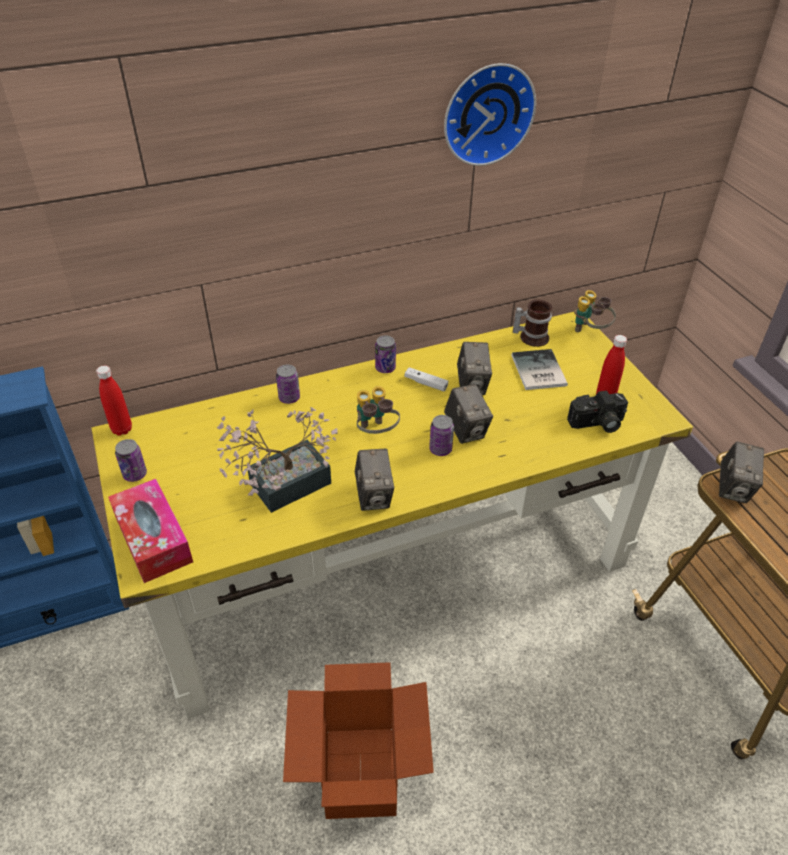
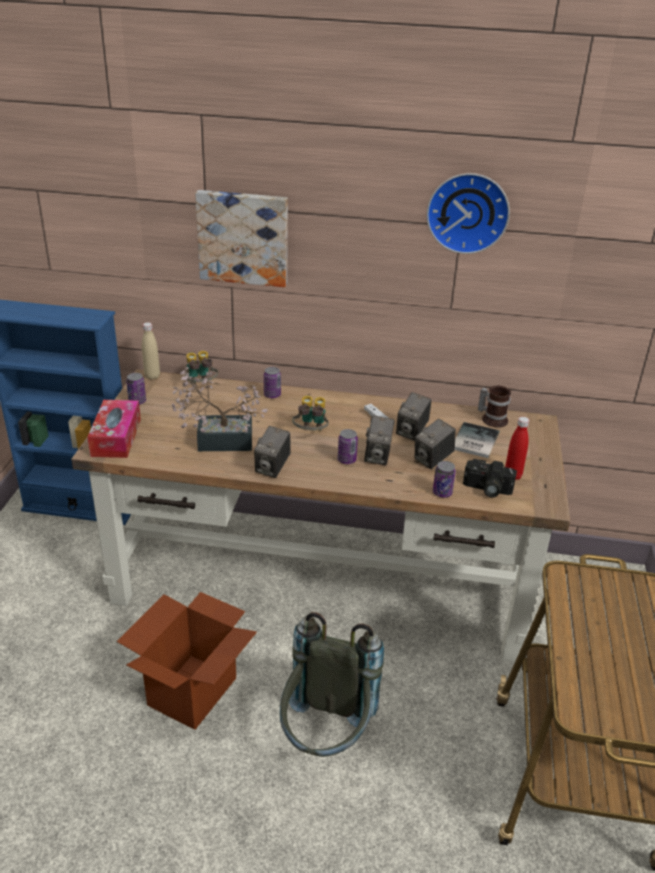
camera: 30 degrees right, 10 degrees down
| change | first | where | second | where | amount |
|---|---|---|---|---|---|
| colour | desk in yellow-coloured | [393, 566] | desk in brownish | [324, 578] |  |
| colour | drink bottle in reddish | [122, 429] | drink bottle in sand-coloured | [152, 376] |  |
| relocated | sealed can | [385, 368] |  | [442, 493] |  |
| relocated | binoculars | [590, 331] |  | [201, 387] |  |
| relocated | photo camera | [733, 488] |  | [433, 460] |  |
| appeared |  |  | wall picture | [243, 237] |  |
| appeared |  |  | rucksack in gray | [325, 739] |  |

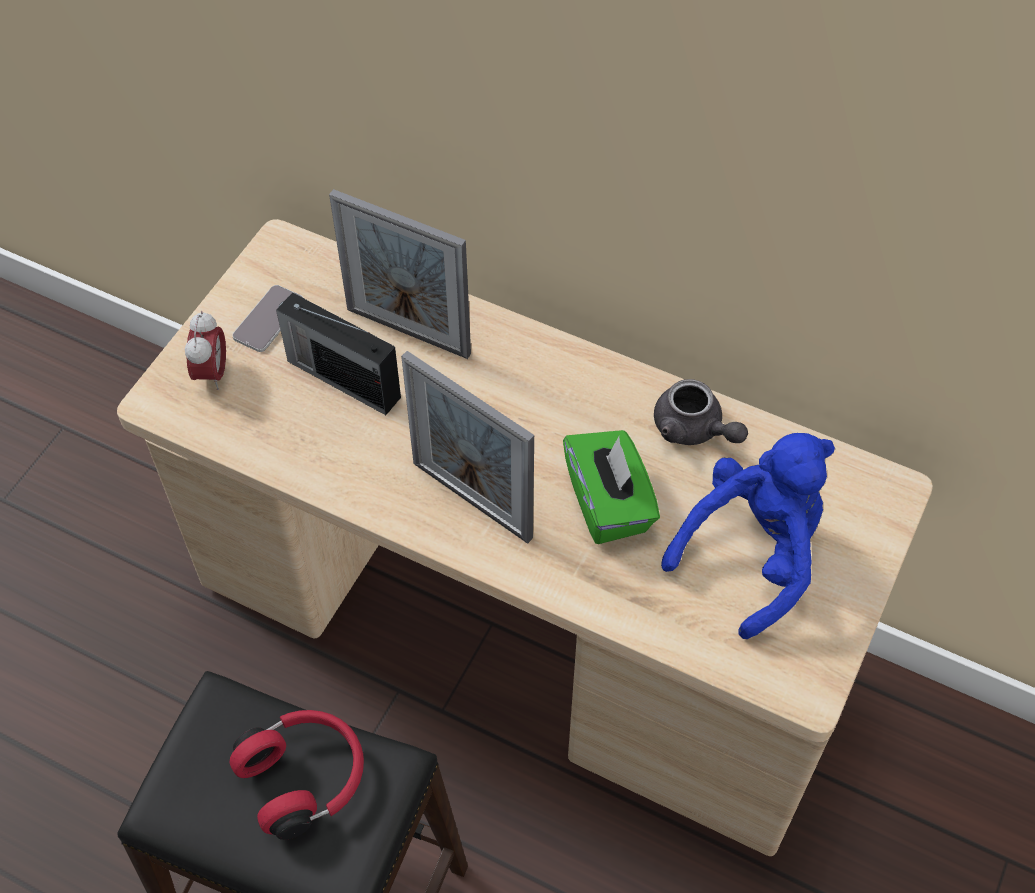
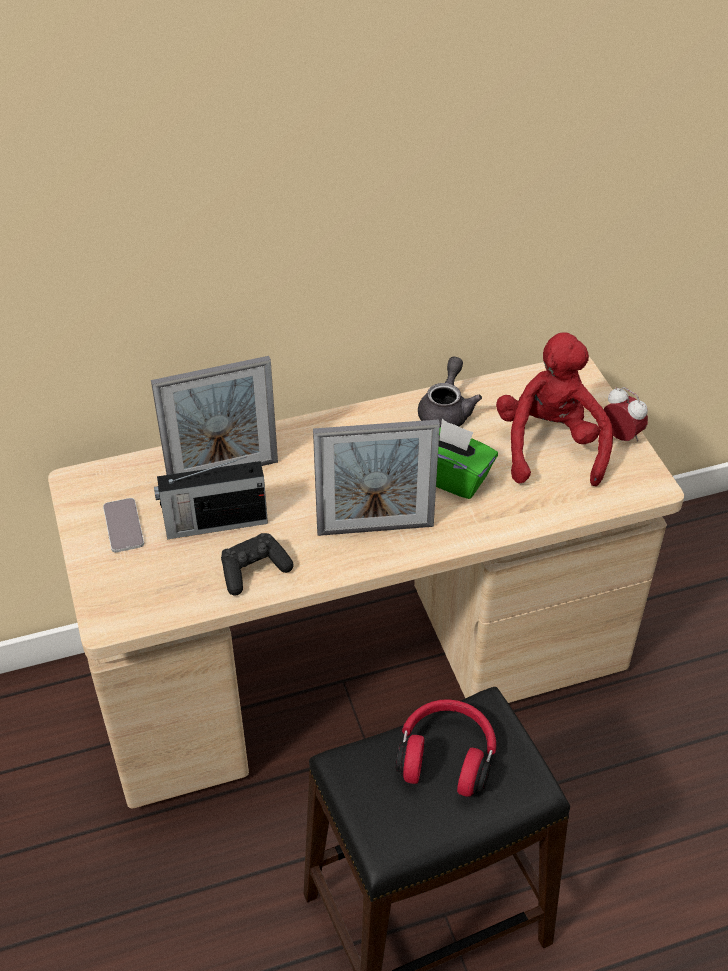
camera: 45 degrees left, 10 degrees down
| change | first | where | second | where | amount |
|---|---|---|---|---|---|
| relocated | table clock | [212, 373] |  | [621, 436] |  |
| spun | pot for tea in gray | [694, 430] |  | [446, 411] | 75 degrees counterclockwise |
| colour | cuddly toy in bluish | [753, 554] | cuddly toy in reddish | [549, 446] |  |
| appeared |  |  | gamepad in blackish | [254, 571] |  |

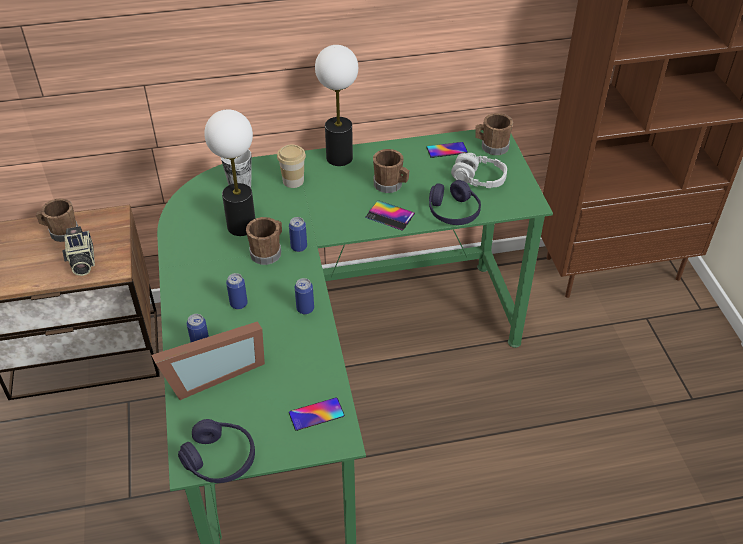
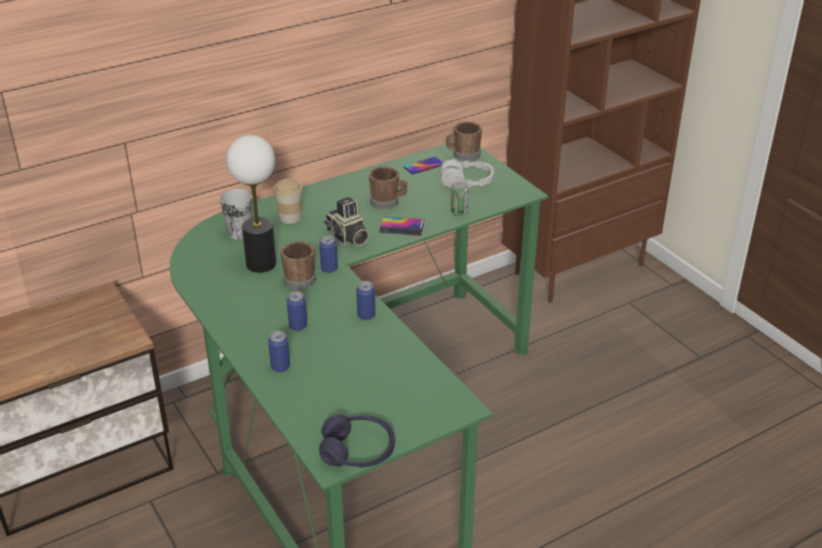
camera: 20 degrees left, 10 degrees down
| change | first | where | second | where | amount |
|---|---|---|---|---|---|
| missing | mug in brownish | [61, 232] |  |  |  |
| relocated | photo camera | [81, 262] |  | [347, 237] |  |
| missing | photo frame | [212, 373] |  |  |  |
| missing | phone | [316, 414] |  |  |  |
| missing | table lamp | [339, 157] |  |  |  |
| exchanged | headphones in purplish | [453, 212] | sealed can | [459, 212] |  |

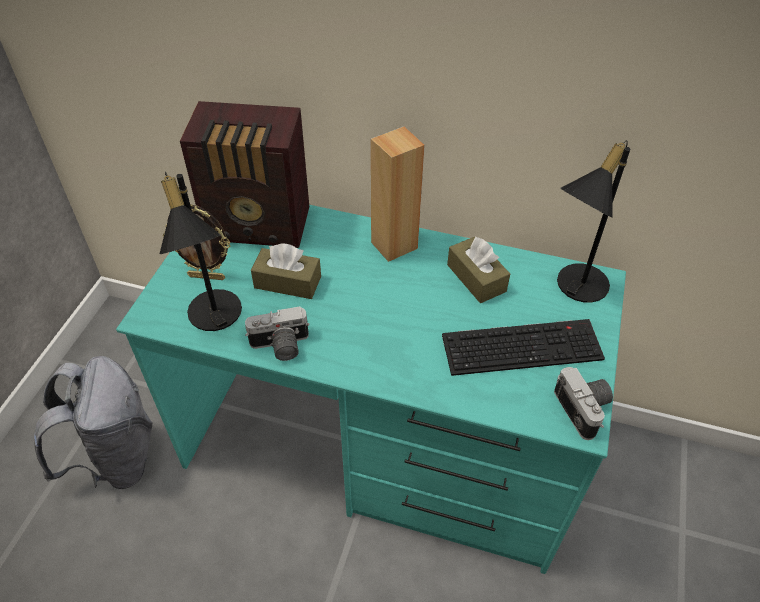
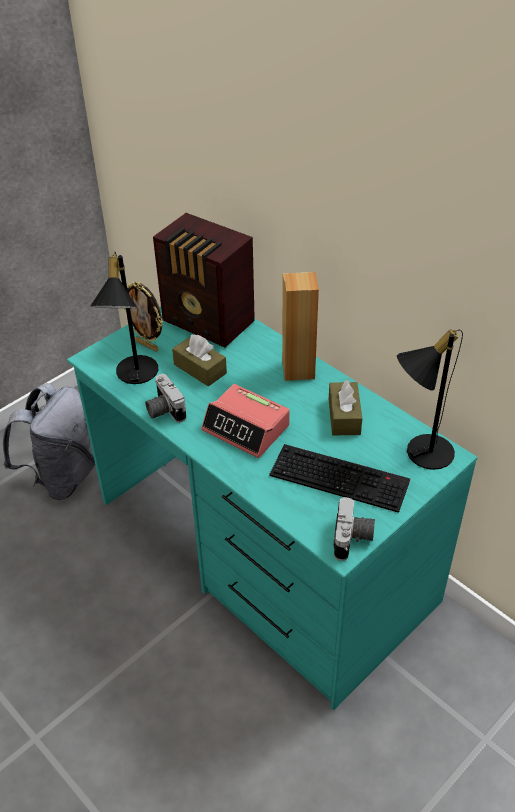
camera: 30 degrees right, 5 degrees down
| change | first | where | second | where | amount |
|---|---|---|---|---|---|
| spun | photo camera | [280, 347] |  | [163, 410] | 45 degrees clockwise |
| appeared |  |  | table clock | [246, 428] |  |

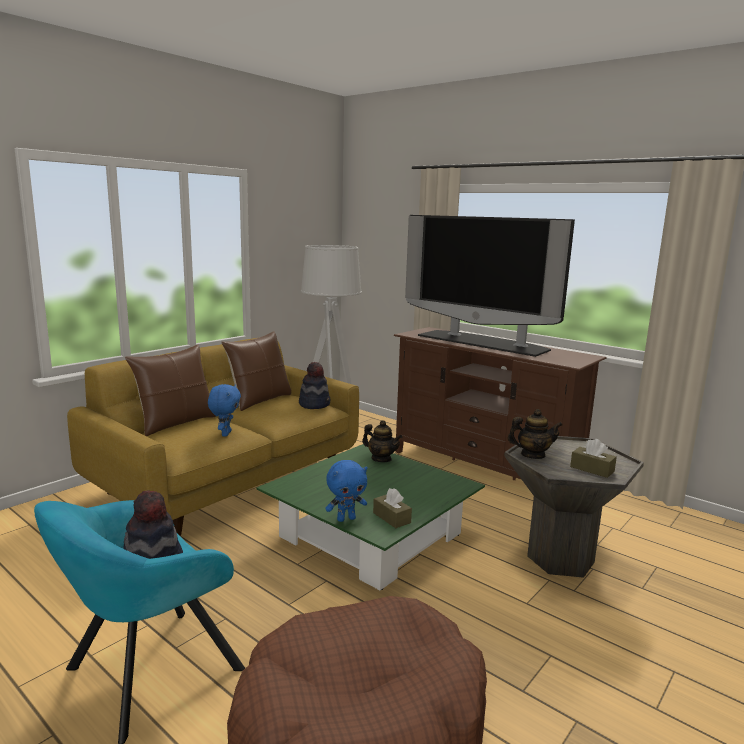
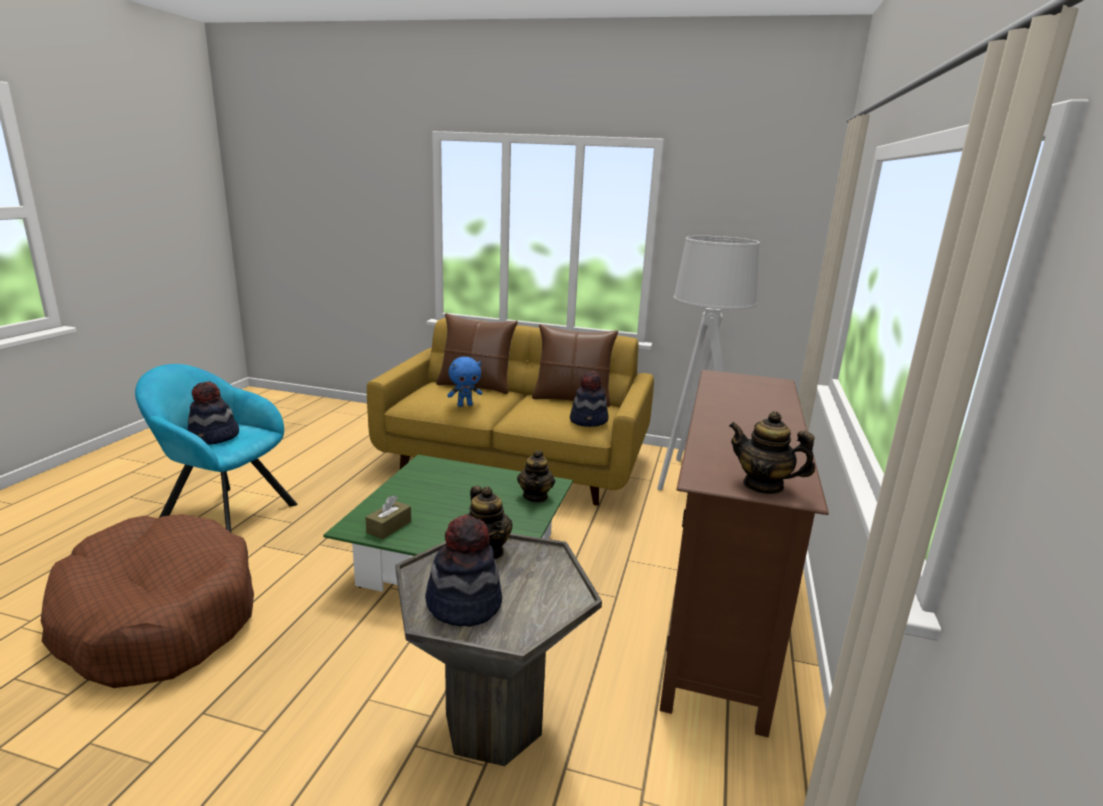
camera: 65 degrees right, 5 degrees up
| change | first | where | second | where | amount |
|---|---|---|---|---|---|
| missing | cuddly toy in bluish | [346, 519] |  |  |  |
| missing | TV set | [483, 342] |  |  |  |
| exchanged | tissue box in brownish | [592, 469] | clothing hat | [464, 604] |  |
| appeared |  |  | pot for tea | [763, 485] |  |

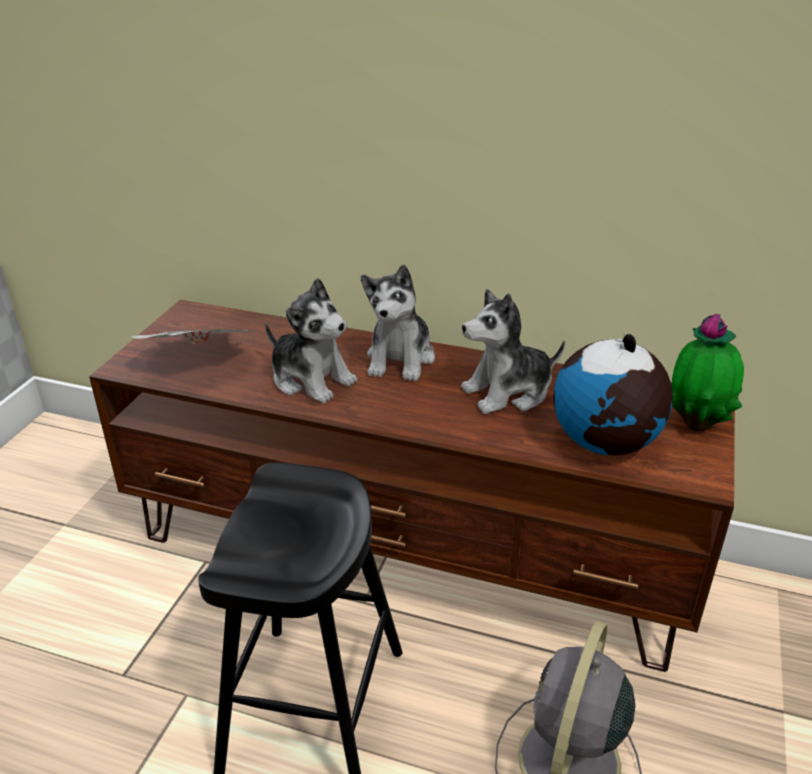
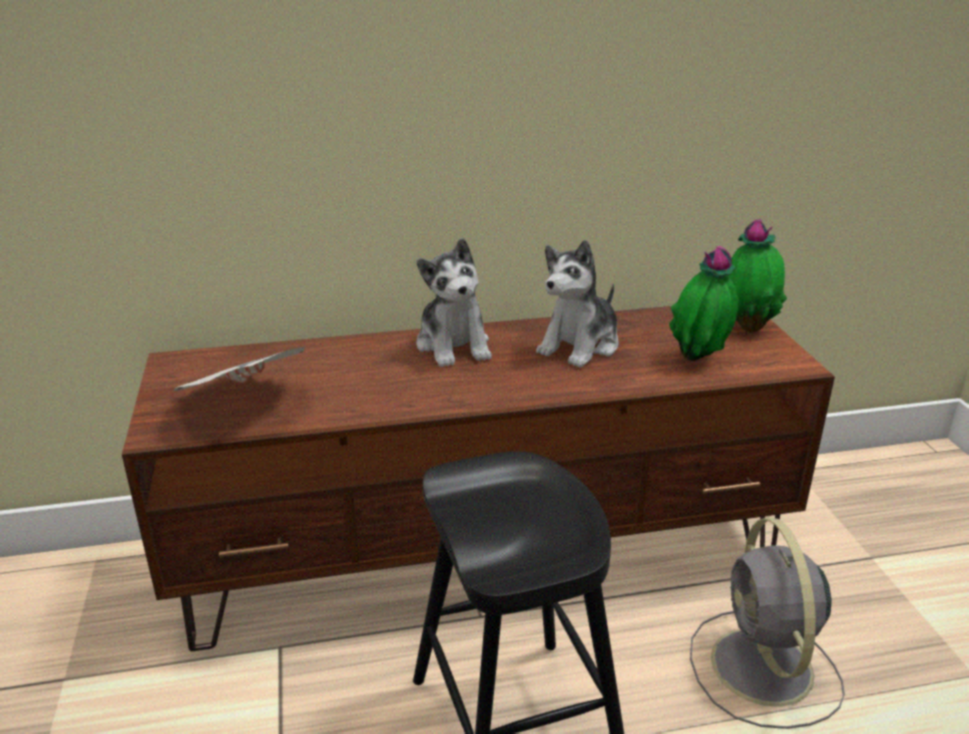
camera: 30 degrees left, 5 degrees down
| change | first | where | second | where | amount |
|---|---|---|---|---|---|
| missing | cuddly toy | [311, 379] |  |  |  |
| exchanged | globe | [605, 443] | potted plant | [699, 361] |  |

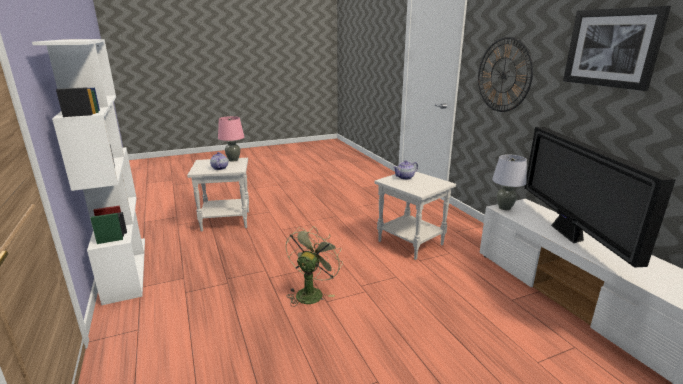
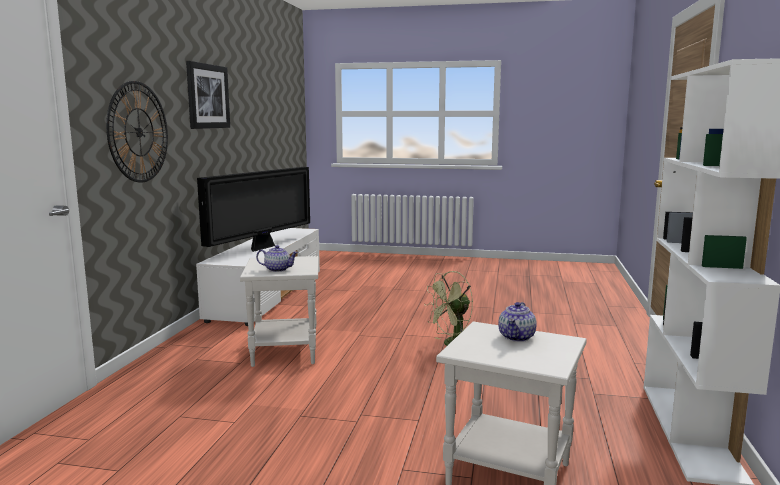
camera: 145 degrees left, 10 degrees down
| change | first | where | second | where | amount |
|---|---|---|---|---|---|
| missing | table lamp in pinkish | [233, 160] |  |  |  |
| missing | table lamp in gray | [504, 208] |  |  |  |

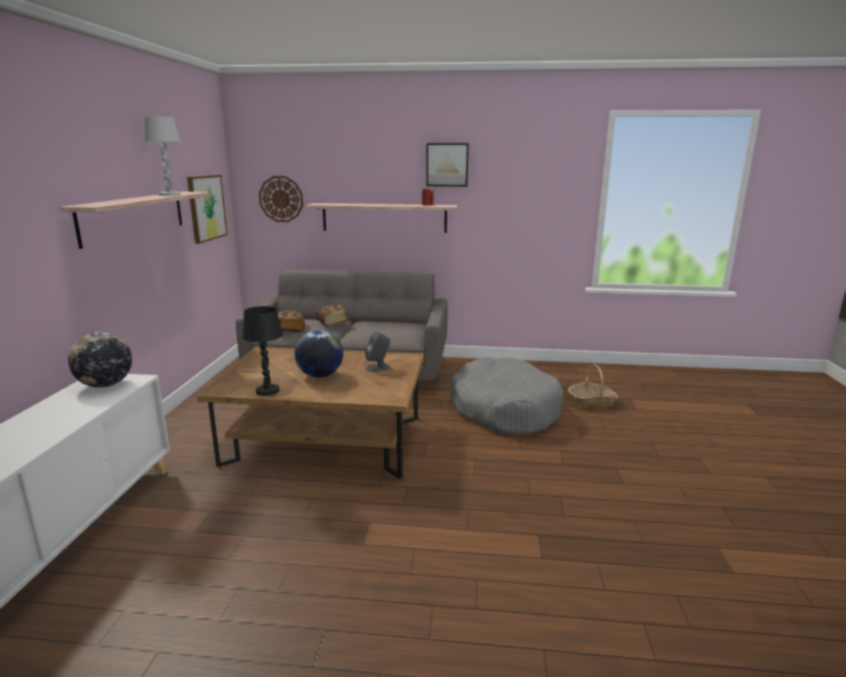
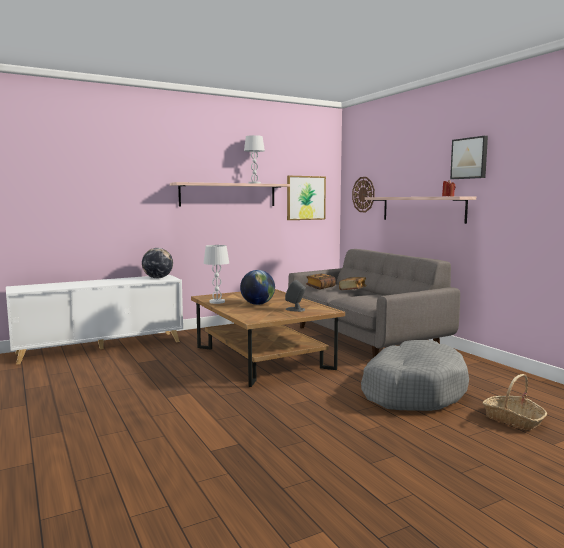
camera: 55 degrees right, 10 degrees down
| change | first | where | second | where | amount |
|---|---|---|---|---|---|
| colour | table lamp in blackish | [267, 391] | table lamp in white-coloured | [217, 302] |  |

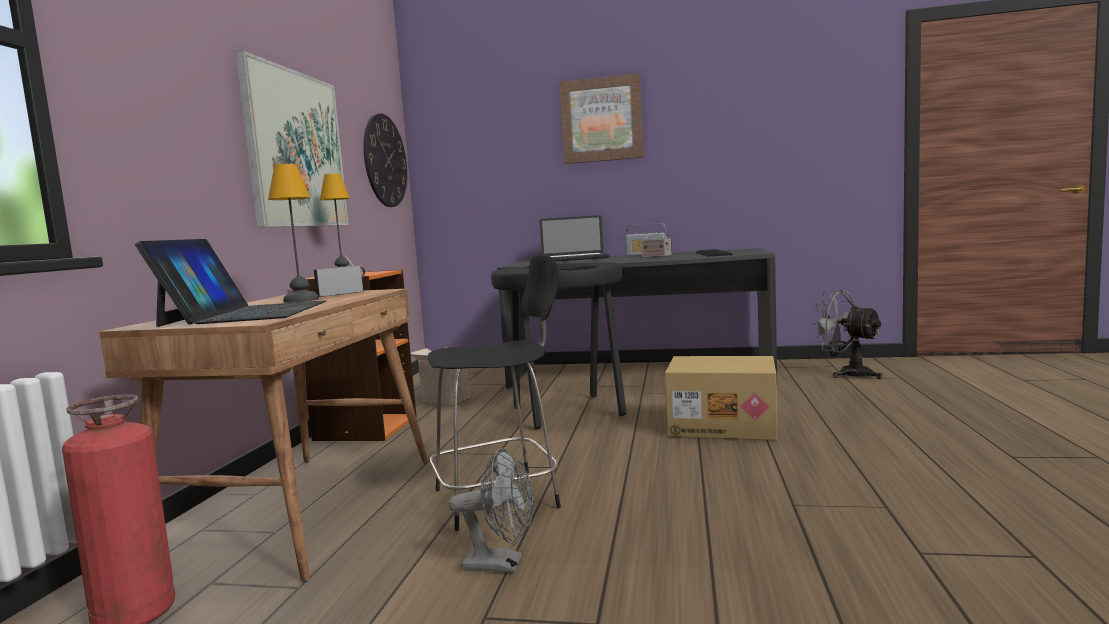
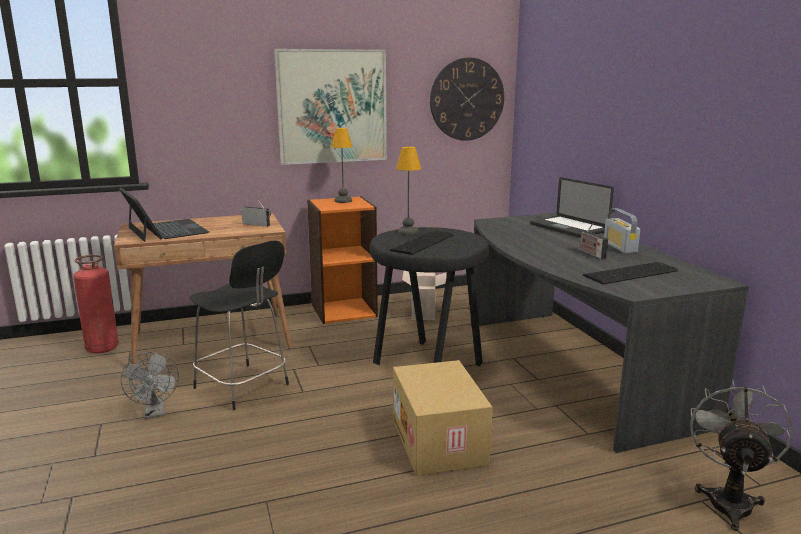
camera: 60 degrees right, 10 degrees up
| change | first | where | second | where | amount |
|---|---|---|---|---|---|
| spun | portable computer | [246, 313] |  | [166, 230] | 90 degrees counterclockwise |
| relocated | table lamp | [302, 300] |  | [408, 232] |  |
| missing | wall picture | [601, 120] |  |  |  |

